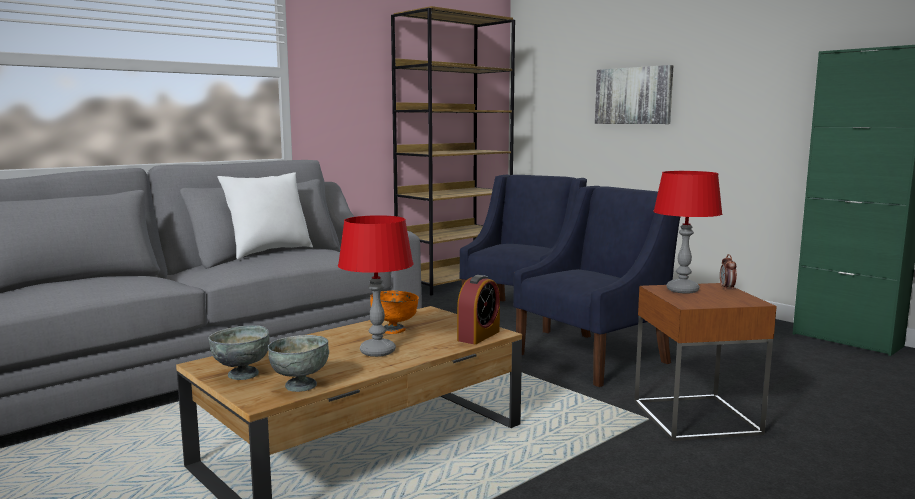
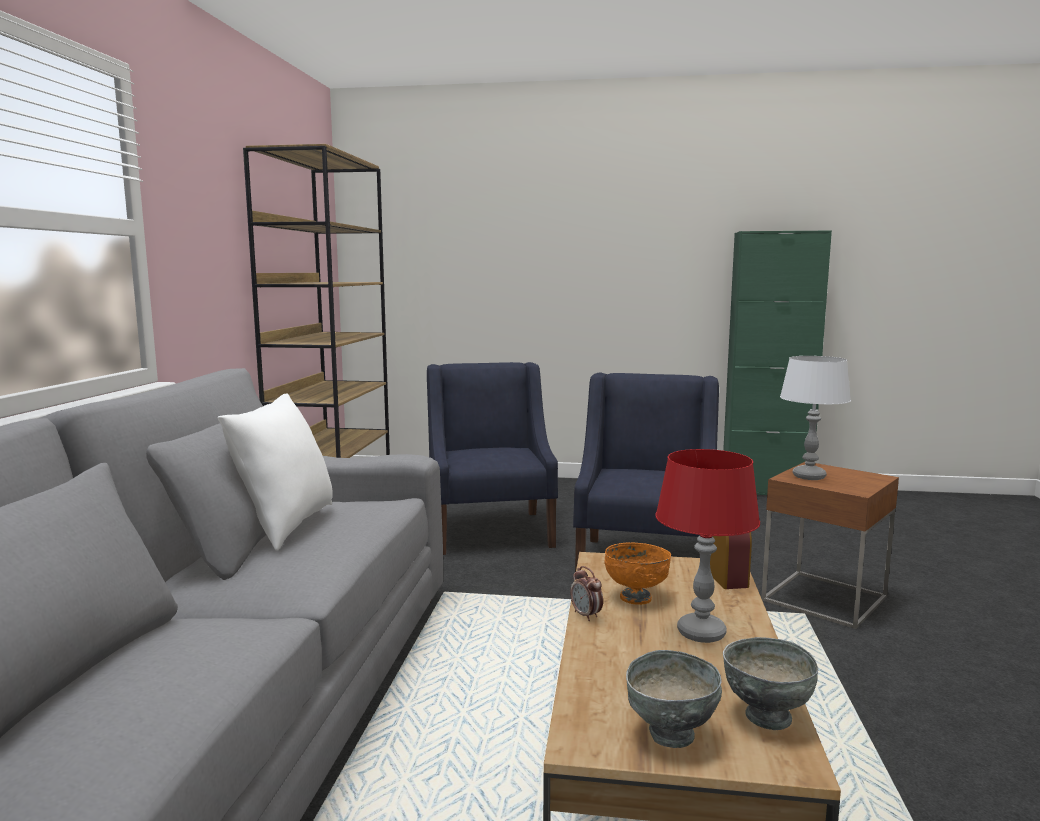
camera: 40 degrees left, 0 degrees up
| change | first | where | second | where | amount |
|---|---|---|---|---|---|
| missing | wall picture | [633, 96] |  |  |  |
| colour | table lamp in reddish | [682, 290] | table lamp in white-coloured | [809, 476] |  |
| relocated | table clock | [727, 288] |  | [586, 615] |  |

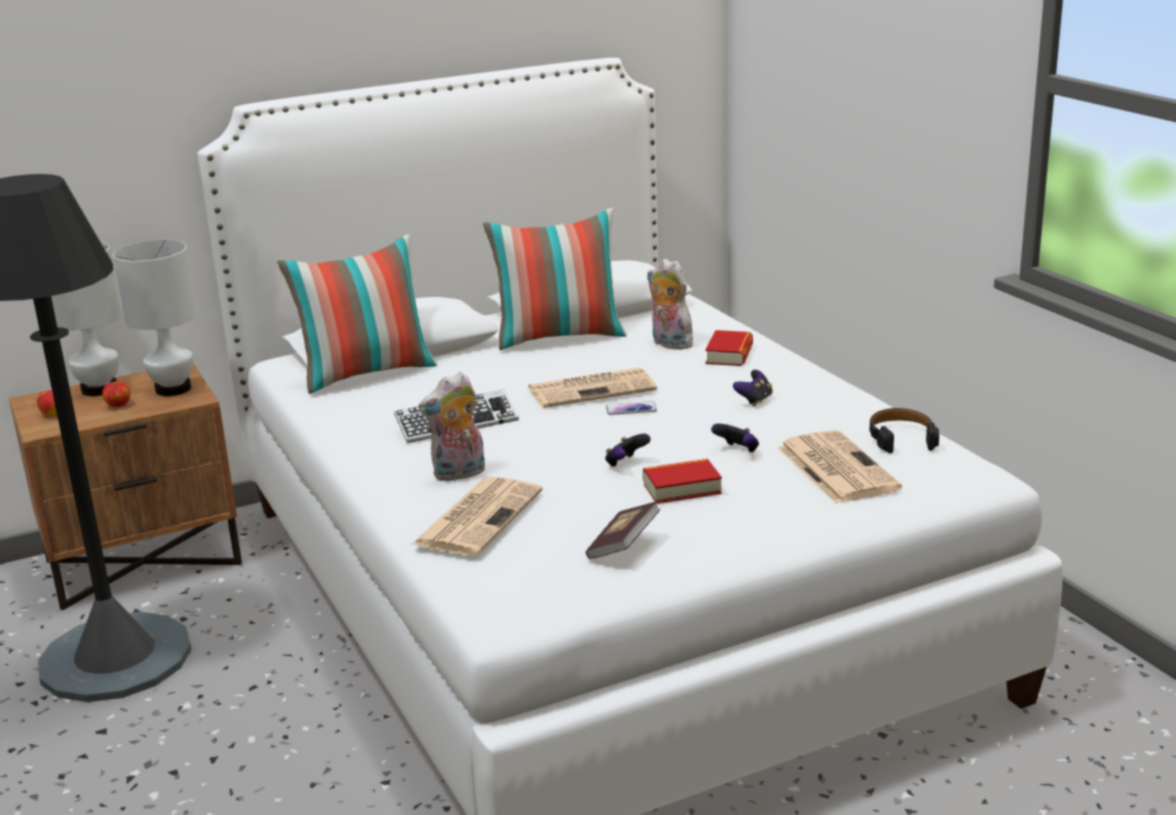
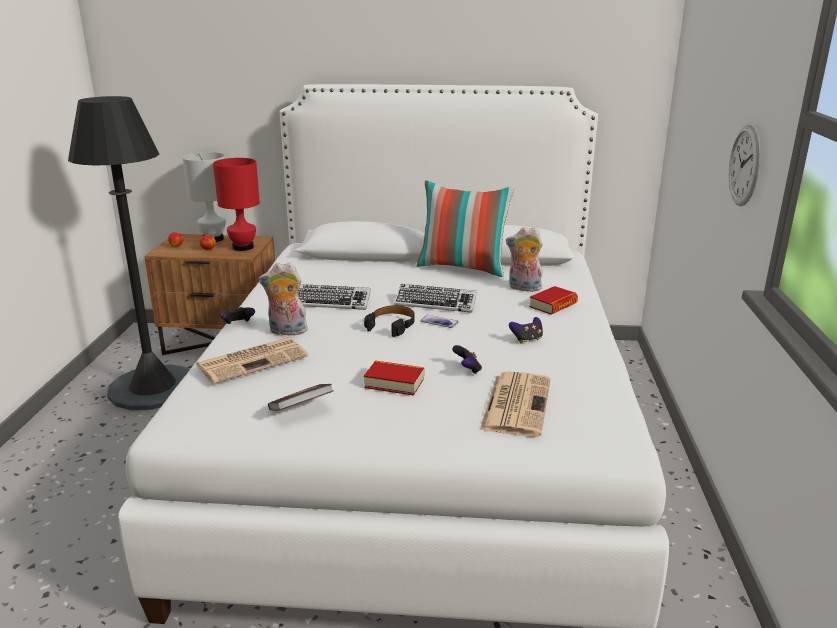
camera: 30 degrees right, 0 degrees up
| change | first | where | second | where | amount |
|---|---|---|---|---|---|
| colour | table lamp in white-coloured | [172, 389] | table lamp in reddish | [243, 247] |  |
| missing | pillow | [366, 374] |  |  |  |
| exchanged | printed paper | [593, 389] | keyboard | [435, 303] |  |
| relocated | gamepad | [625, 464] |  | [238, 324] |  |
| spun | cuddly toy | [669, 344] |  | [523, 288] | 60 degrees counterclockwise |
| relocated | headphones in blackish | [901, 438] |  | [392, 325] |  |
| appeared |  |  | wall clock | [744, 165] |  |

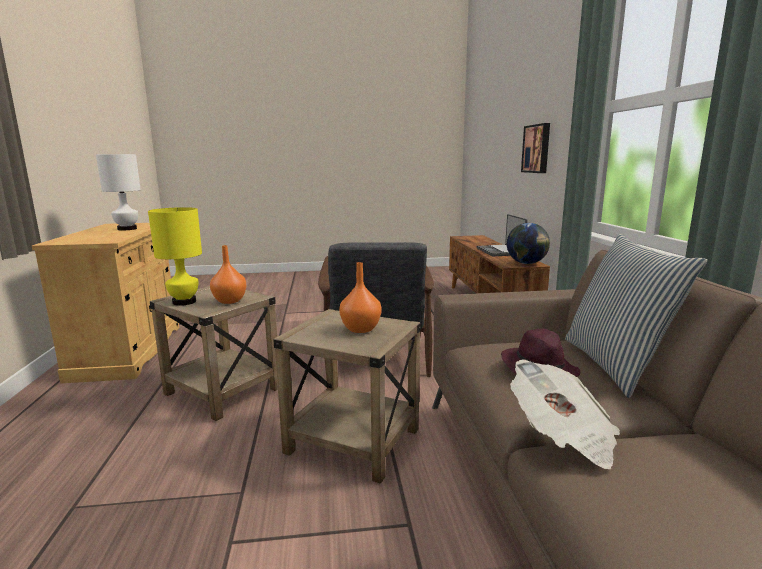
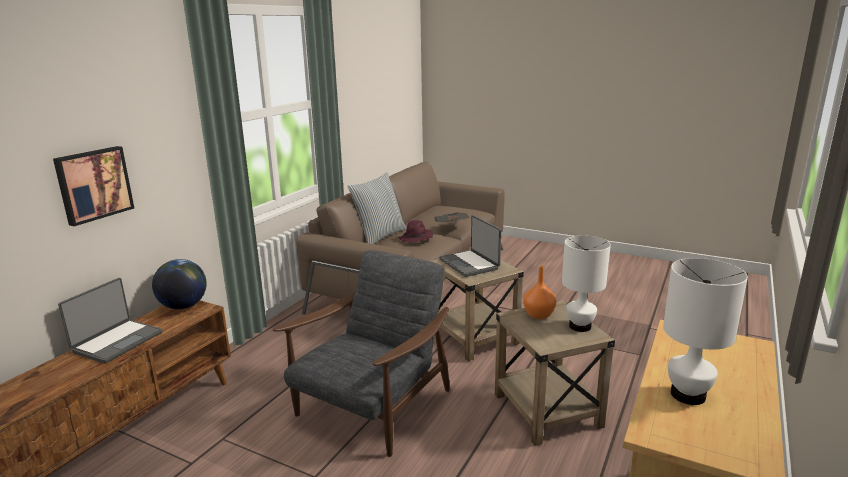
camera: 145 degrees left, 5 degrees up
| change | first | where | second | where | amount |
|---|---|---|---|---|---|
| colour | table lamp in yellow-coloured | [183, 302] | table lamp in white-coloured | [580, 326] |  |
| exchanged | vase in orange-coloured | [360, 329] | portable computer | [470, 264] |  |

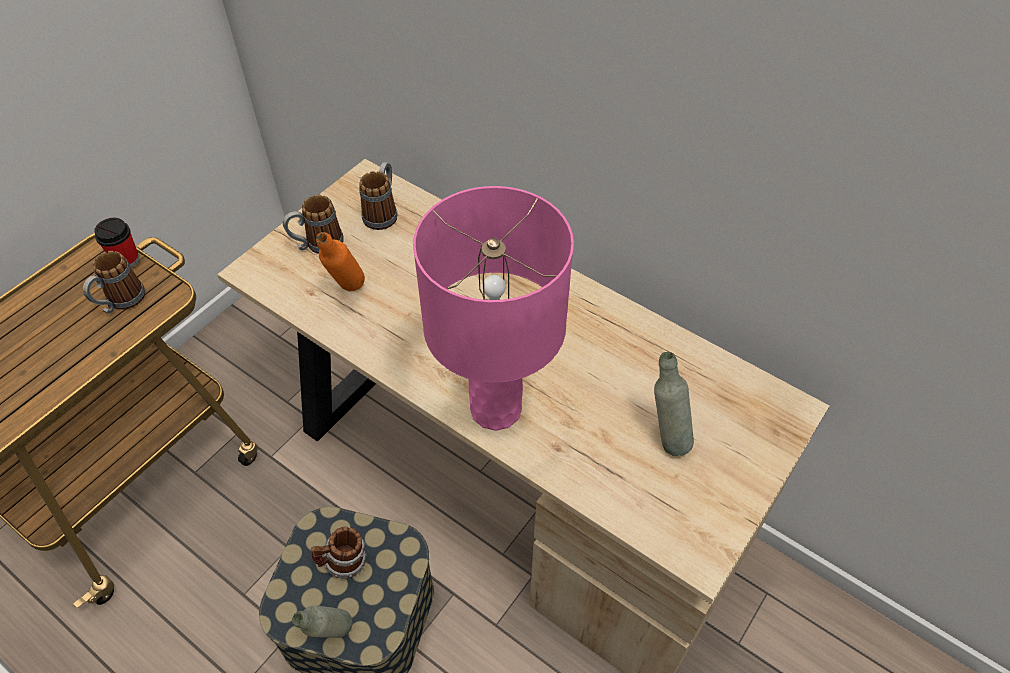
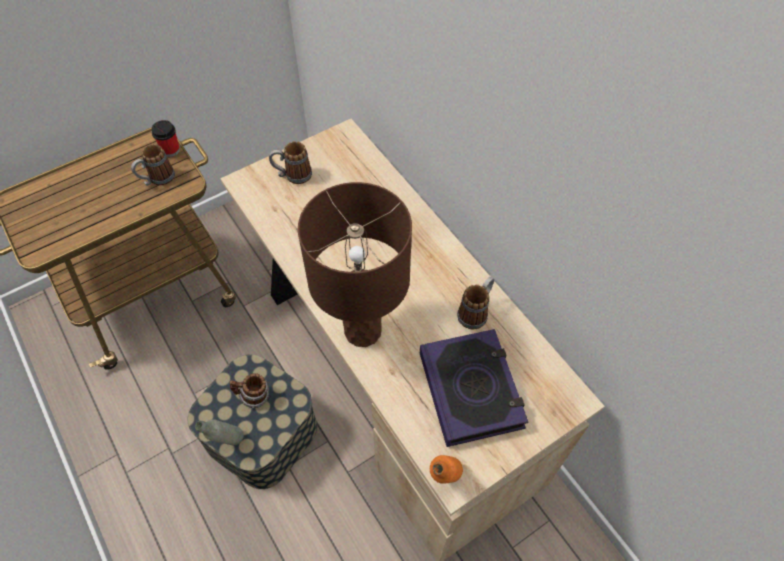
camera: 20 degrees right, 5 degrees up
| change | first | where | second | where | amount |
|---|---|---|---|---|---|
| relocated | drink bottle in orange-coloured | [347, 293] |  | [443, 481] |  |
| relocated | mug | [383, 213] |  | [476, 312] |  |
| colour | table lamp in pinkish | [495, 408] | table lamp in brownish | [362, 330] |  |
| exchanged | drink bottle in gray | [665, 437] | volume | [471, 390] |  |

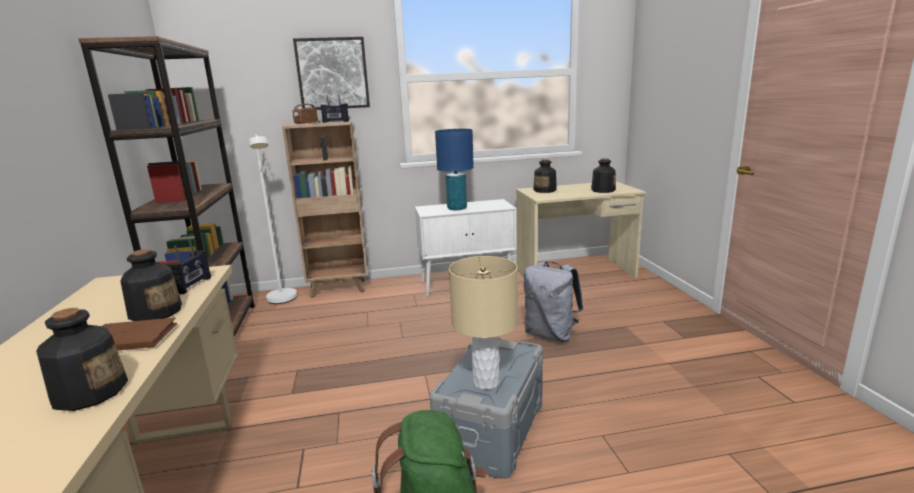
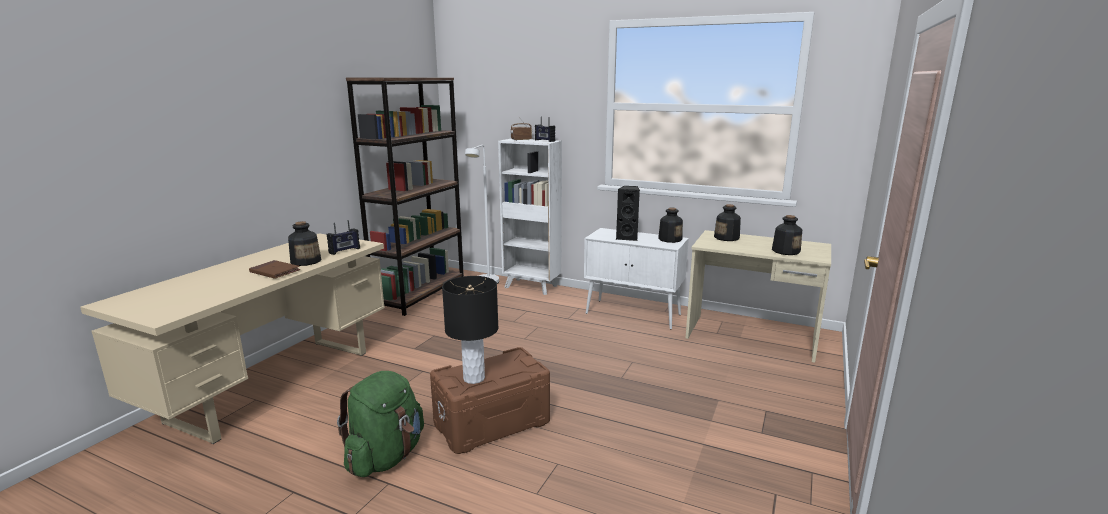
camera: 35 degrees right, 0 degrees up
| change | first | where | second | where | amount |
|---|---|---|---|---|---|
| relocated | drink bottle | [90, 392] |  | [670, 239] |  |
| colour | bookcase in brownish | [339, 289] | bookcase in white-coloured | [532, 287] |  |
| missing | wall picture | [332, 74] |  |  |  |
| colour | storage bin in gray | [490, 429] | storage bin in brownish | [491, 422] |  |
| exchanged | table lamp in bluish | [457, 208] | speaker in blackish | [627, 237] |  |
| colour | table lamp in sand-coloured | [486, 382] | table lamp in blackish | [474, 378] |  |
| missing | rucksack in gray | [551, 335] |  |  |  |

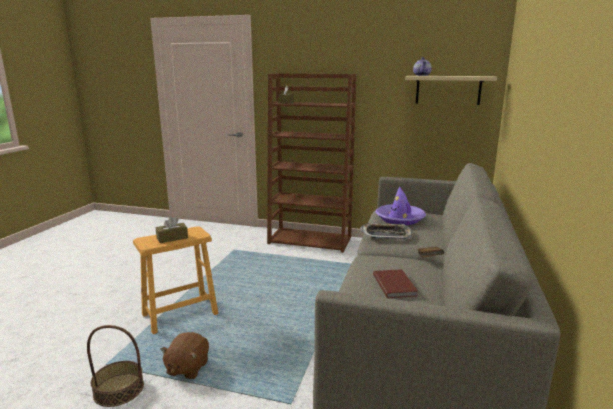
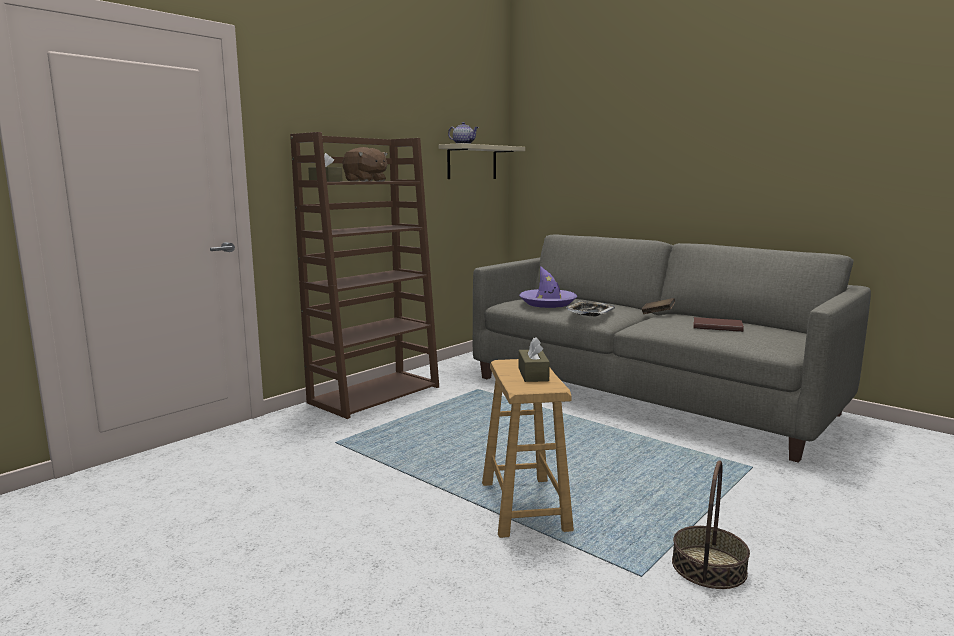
camera: 65 degrees left, 5 degrees down
| change | first | where | second | where | amount |
|---|---|---|---|---|---|
| relocated | cuddly toy in brownish | [187, 368] |  | [365, 181] |  |

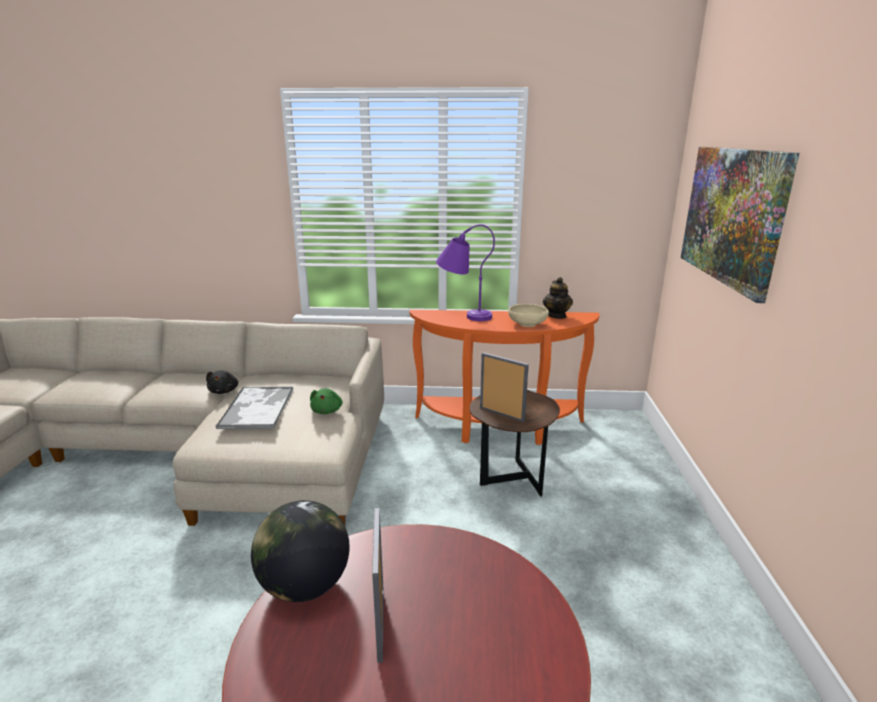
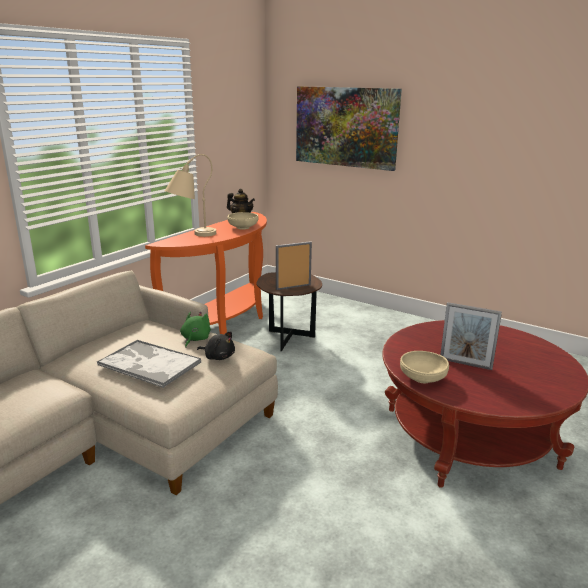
camera: 60 degrees left, 0 degrees up
| change | first | where | second | where | amount |
|---|---|---|---|---|---|
| relocated | cuddly toy in blackish | [224, 391] |  | [218, 357] |  |
| exchanged | globe | [305, 586] | bowl in sand-coloured | [422, 378] |  |
| spun | cuddly toy in green | [327, 411] |  | [195, 339] | 105 degrees counterclockwise |
| colour | table lamp in purplish | [463, 315] | table lamp in sand-coloured | [191, 235] |  |

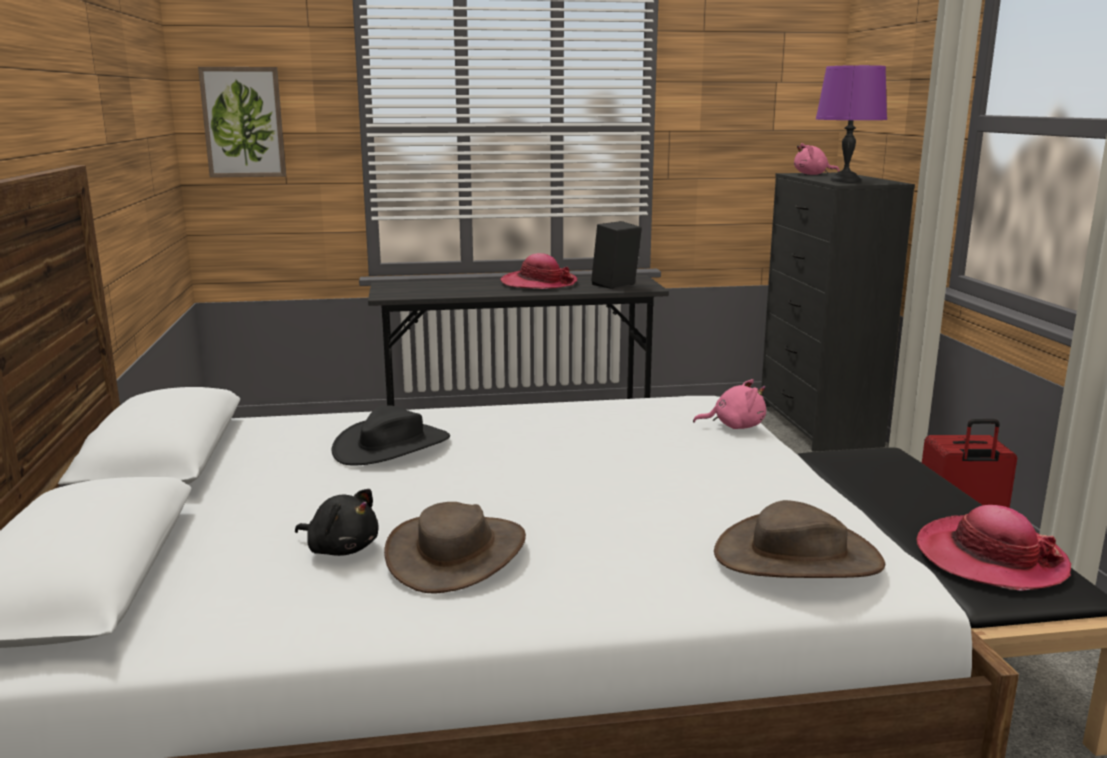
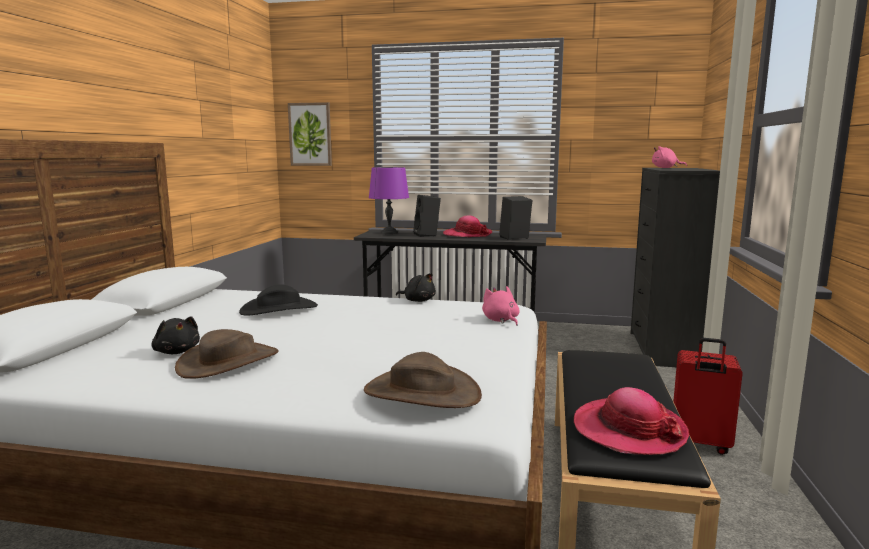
camera: 20 degrees right, 5 degrees down
| change | first | where | second | where | amount |
|---|---|---|---|---|---|
| spun | cuddly toy in pinkish | [734, 426] |  | [501, 320] | 135 degrees counterclockwise |
| relocated | table lamp in purplish | [844, 180] |  | [389, 233] |  |
| appeared |  |  | cuddly toy in blackish | [418, 300] |  |
| appeared |  |  | speaker in blackish | [427, 235] |  |

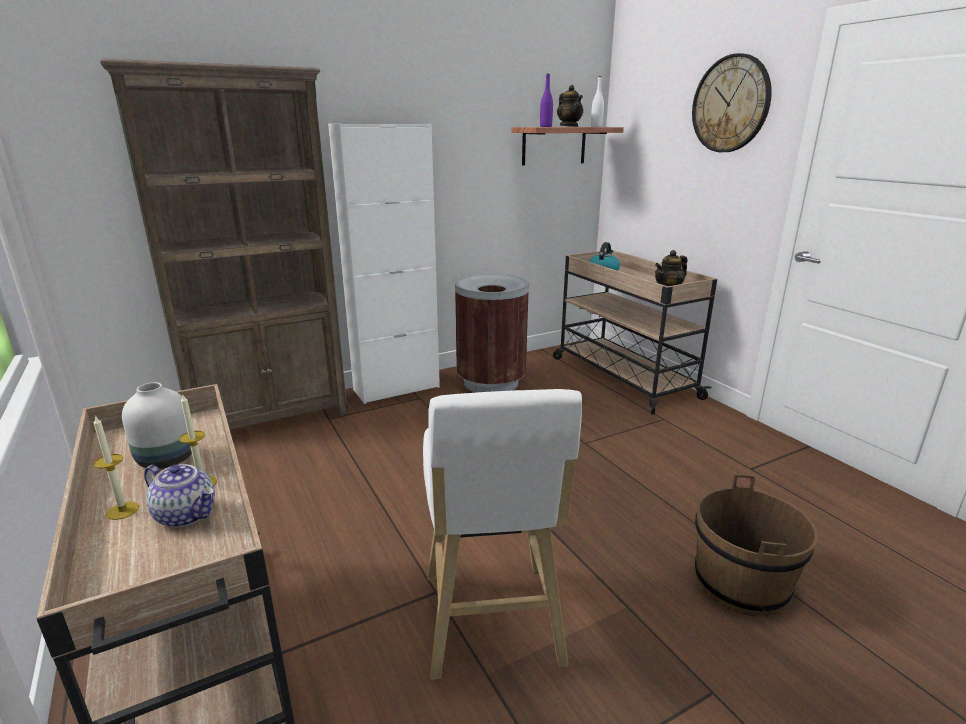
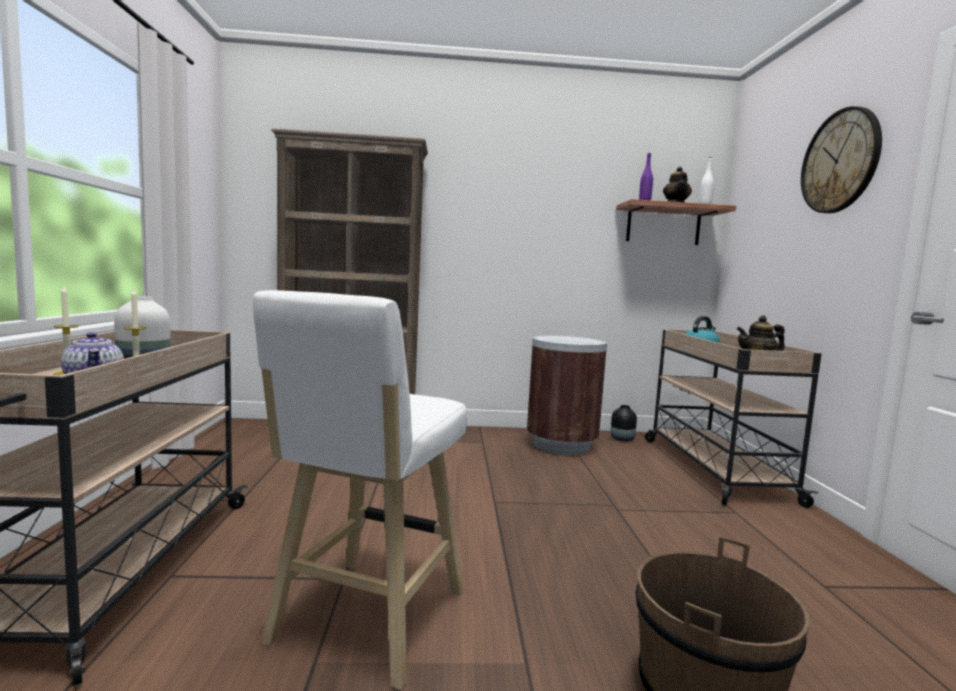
camera: 25 degrees right, 15 degrees down
| change | first | where | second | where | amount |
|---|---|---|---|---|---|
| missing | cupboard in white-coloured | [396, 388] |  |  |  |
| appeared |  |  | vase in blackish | [621, 439] |  |

